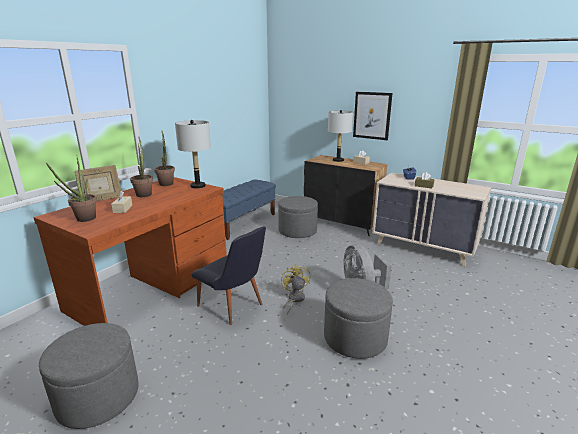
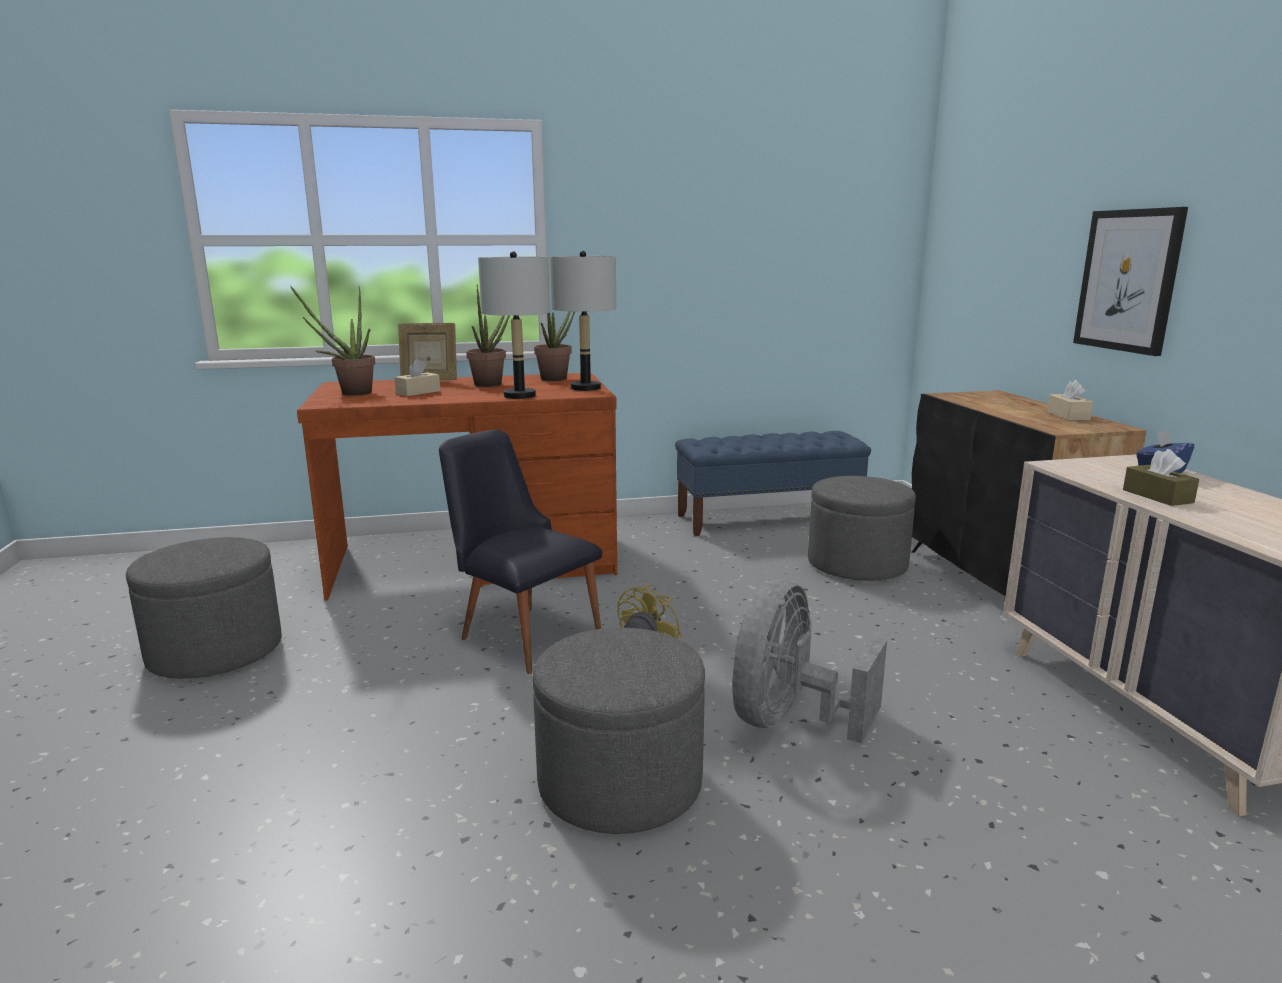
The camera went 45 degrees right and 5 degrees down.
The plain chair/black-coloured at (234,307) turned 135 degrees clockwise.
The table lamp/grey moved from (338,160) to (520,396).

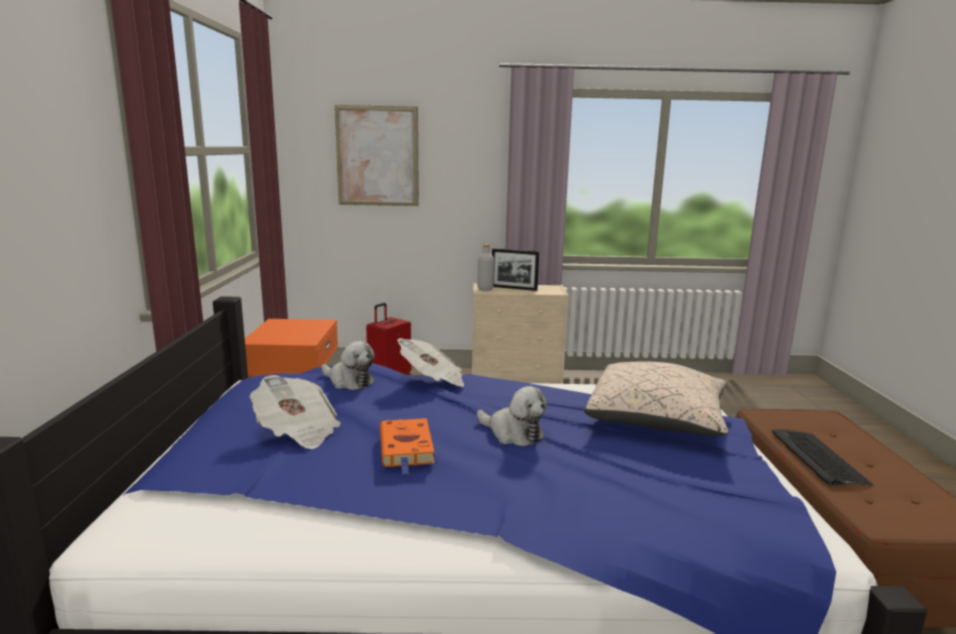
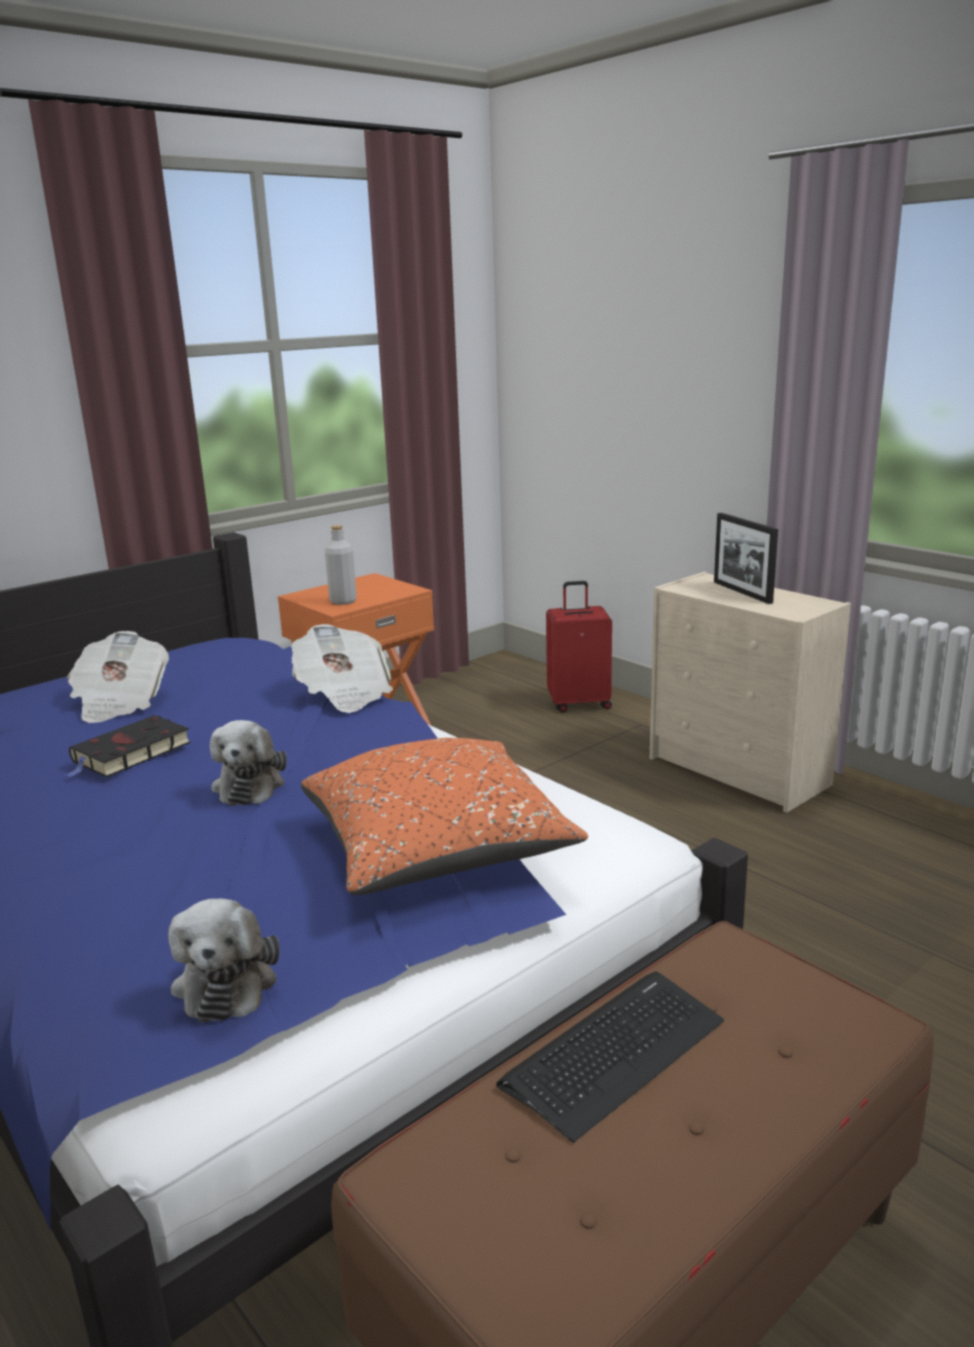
The camera went 50 degrees right and 5 degrees up.
The soft toy moved from (349,381) to (227,981).
The wall art at (377,156) disappeared.
The bound book/orange-coloured at (406,448) became the bound book/black-coloured at (129,753).
The beverage bottle/grey moved from (485,289) to (343,601).
The cushion/sand-coloured at (656,420) became the cushion/orange-coloured at (437,850).

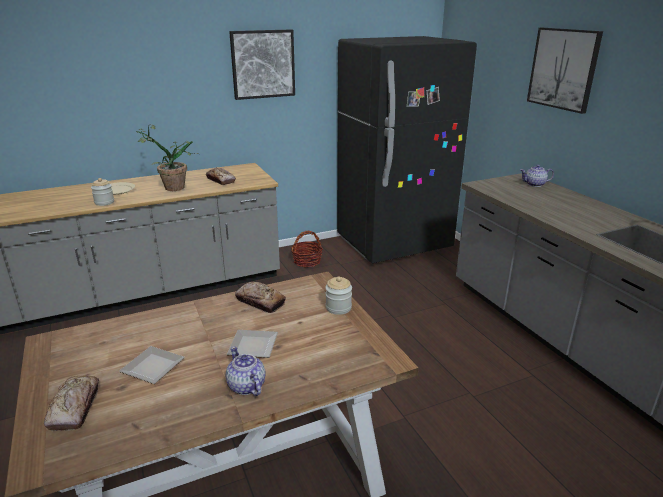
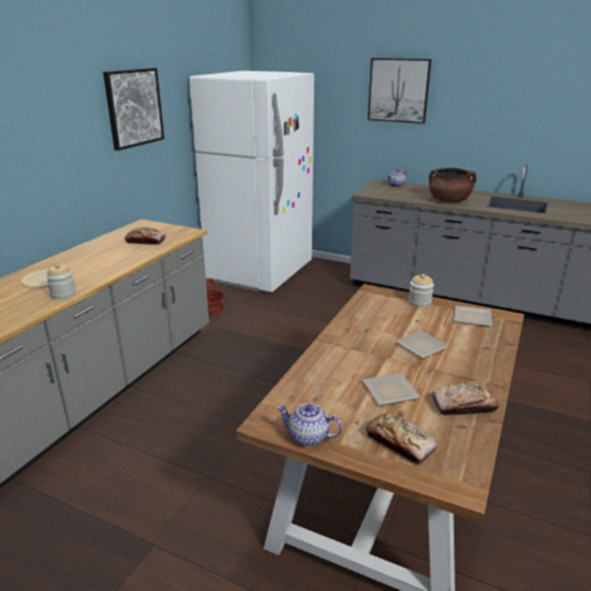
The camera went 40 degrees left and 0 degrees up.
The houseplant at (169,188) disappeared.
The teapot moved from (246,386) to (309,437).
The bread moved from (260,302) to (463,406).
The refrigerator/black-coloured at (394,243) became the refrigerator/whitish at (260,273).
The stockpot/brown at (449,201) appeared.
The dinner plate at (473,319) appeared.

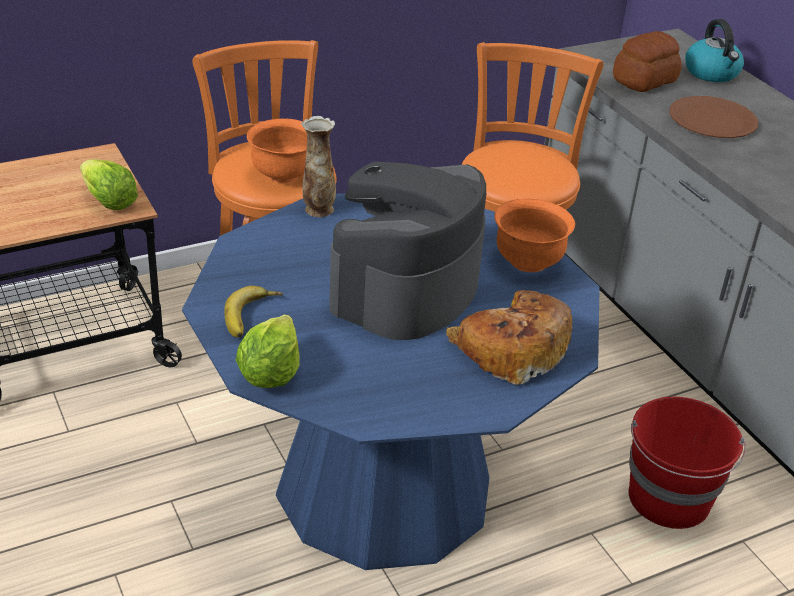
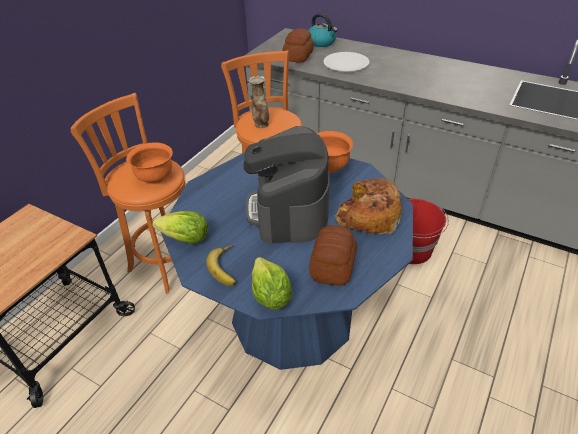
The camera went 30 degrees left and 5 degrees up.
The lettuce moved from (109,202) to (185,239).
The vase moved from (318,209) to (261,124).
The dinner plate/brown at (712,120) became the dinner plate/whitish at (346,63).
The bread at (332,267) appeared.

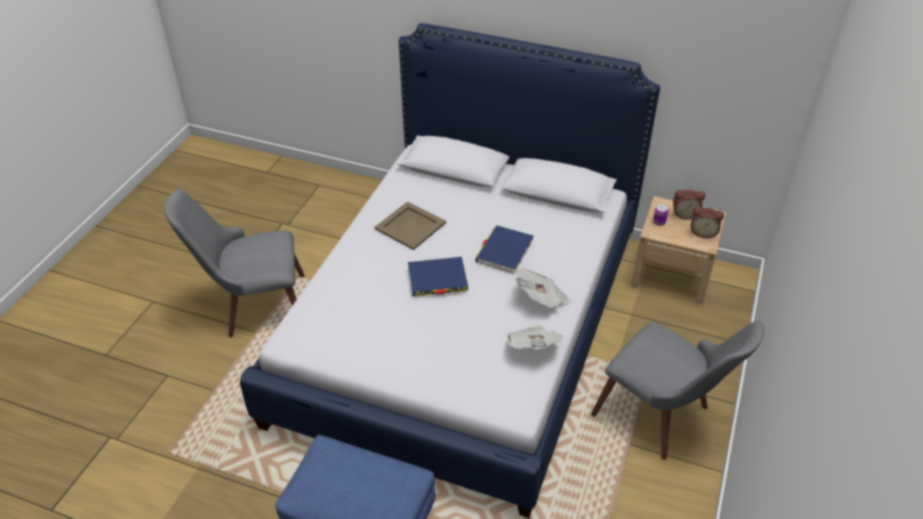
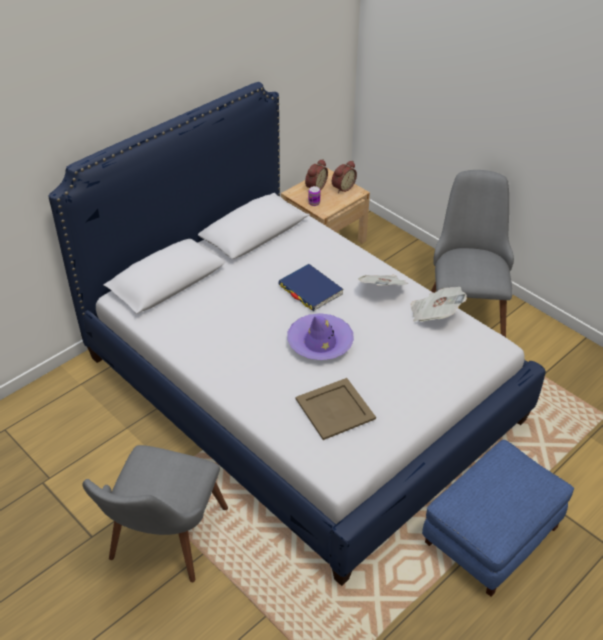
The camera went 65 degrees left and 0 degrees up.
The serving tray/sand-coloured moved from (410,226) to (336,409).
The bound book/blue at (437,279) was replaced by the wearable hat/purplish at (320,342).
The plain chair/grey at (663,418) turned 60 degrees counterclockwise.

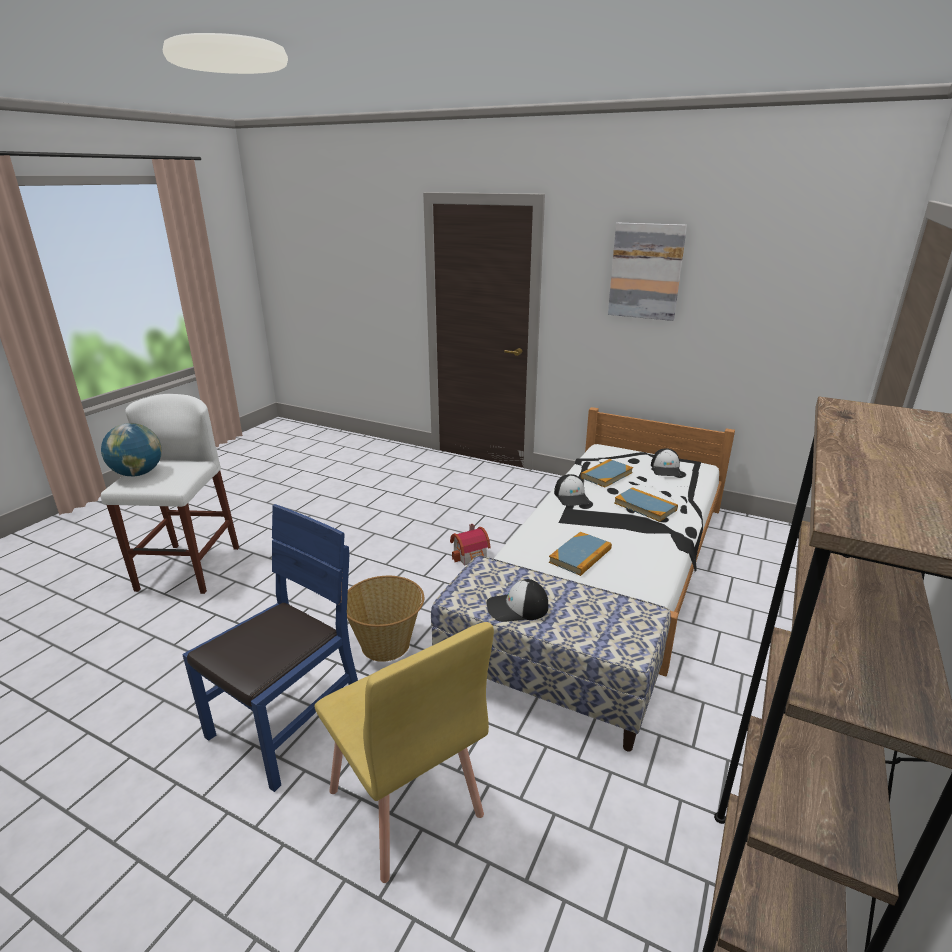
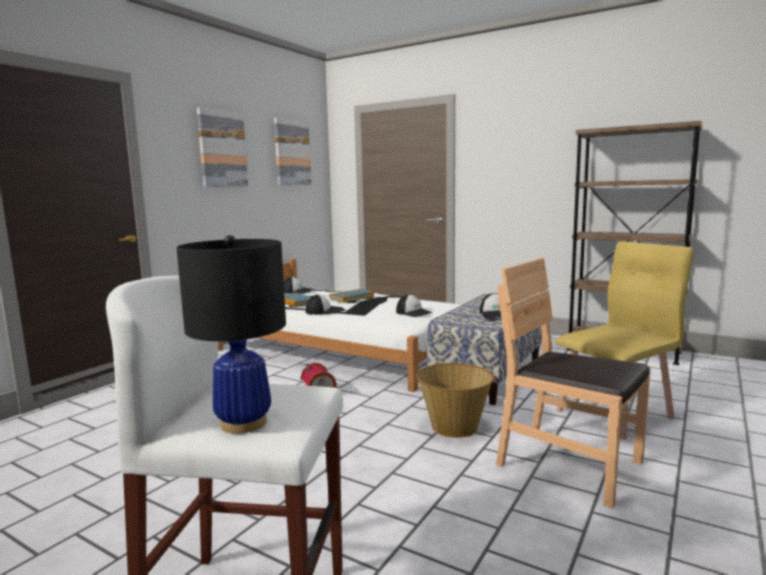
The camera went 85 degrees left and 15 degrees down.
The world globe at (138,473) was replaced by the table lamp/black-coloured at (243,423).
The plain chair/blue at (287,722) became the plain chair/brown at (569,464).
The bound book at (580,556) was replaced by the peaked cap at (414,313).
The wall art at (292,153) appeared.

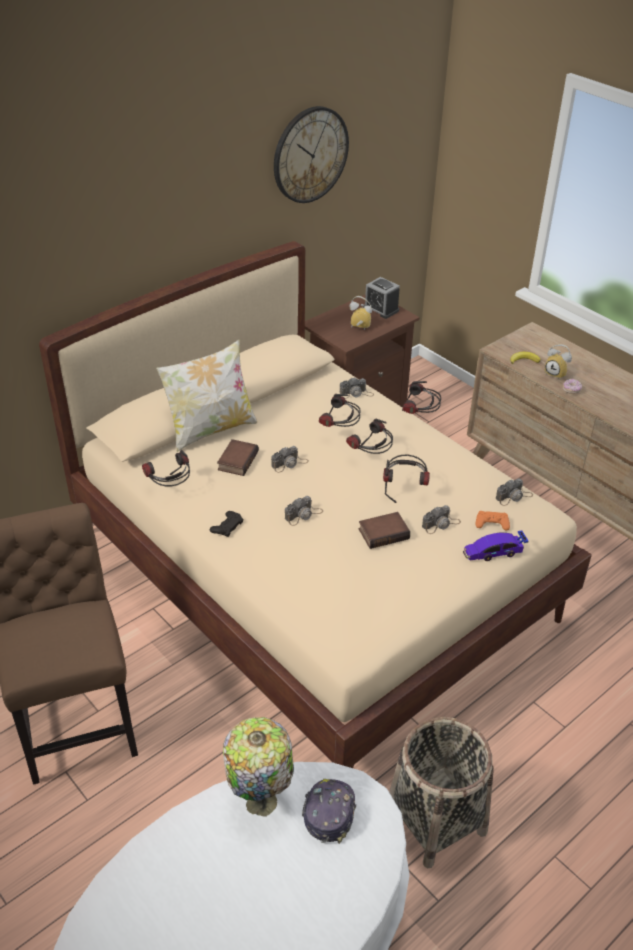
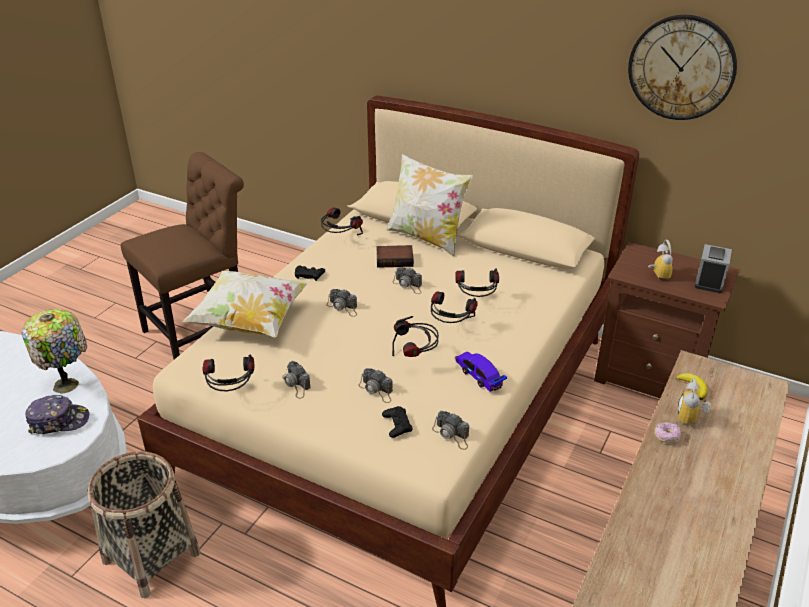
The camera went 70 degrees right and 5 degrees down.
The still camera moved from (356,393) to (296,384).
The bound book at (384,533) disappeared.
The pair of headphones moved from (419,418) to (231,393).
The model car moved from (493,552) to (479,375).
The joypad/orange-coloured at (492,523) became the joypad/black-coloured at (397,425).
The cushion at (250,321) appeared.

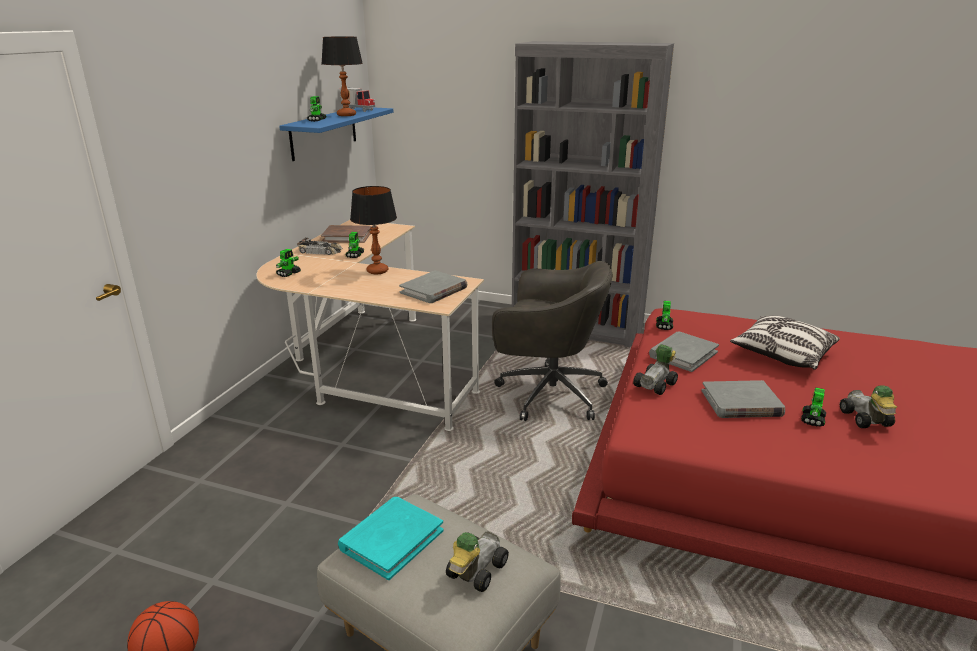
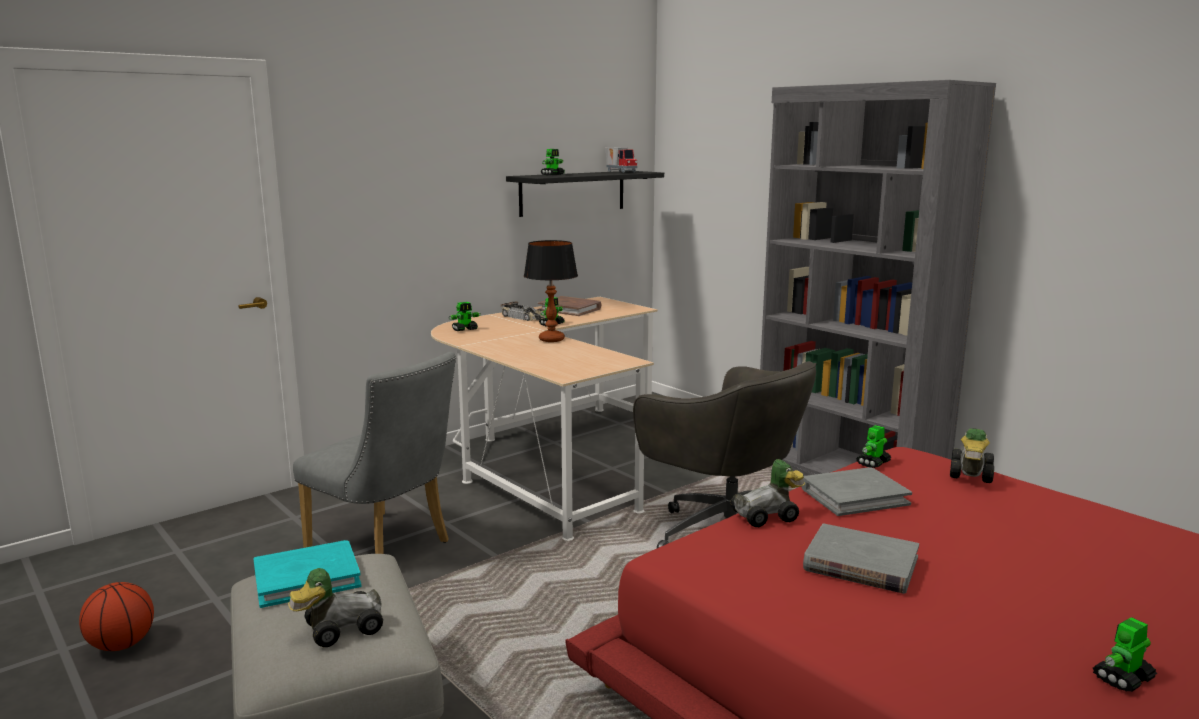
The camera went 30 degrees right and 10 degrees down.
The shelf/blue at (324,132) became the shelf/black-coloured at (573,193).
The table lamp at (346,115) disappeared.
The bound book/grey at (434,290) disappeared.
The cushion at (782,354) disappeared.
The toy robot moved from (812,419) to (1122,678).
The model car moved from (865,420) to (969,475).
The plain chair/grey at (386,548) appeared.

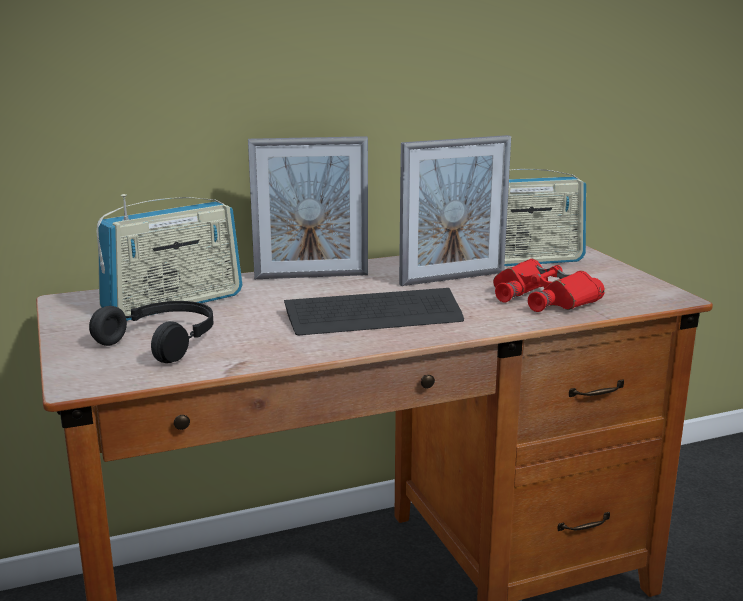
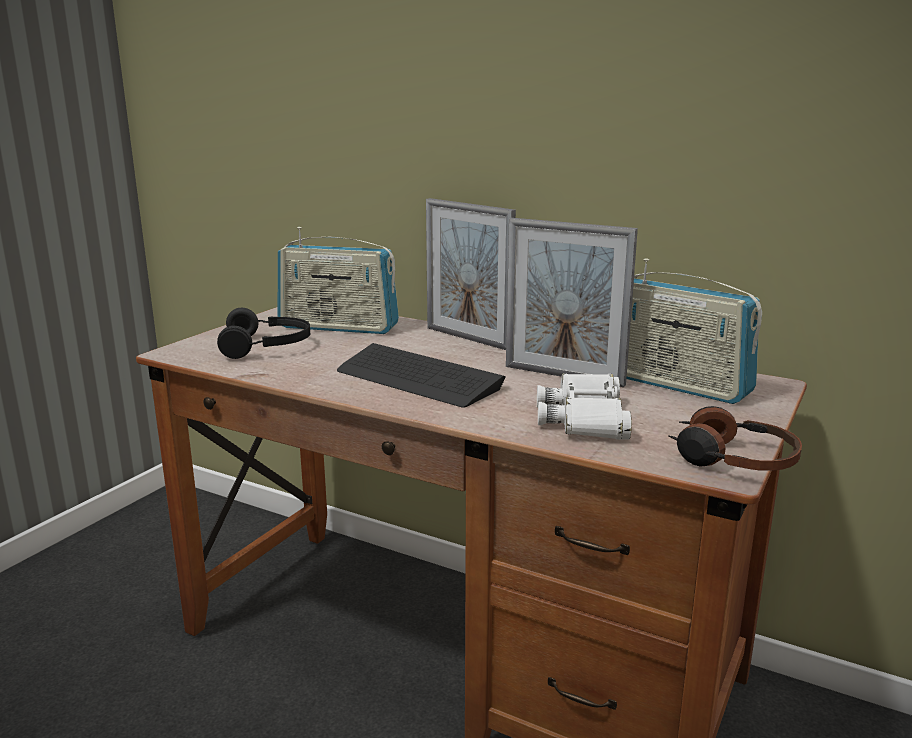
The camera went 50 degrees right and 0 degrees up.
The pair of binoculars/reddish at (542,298) became the pair of binoculars/whitish at (585,418).
The pair of headphones at (732,459) appeared.

